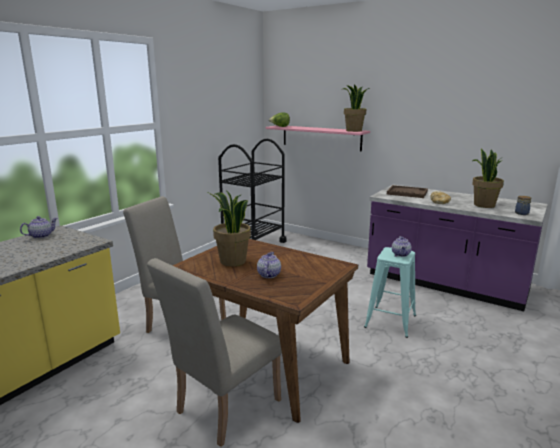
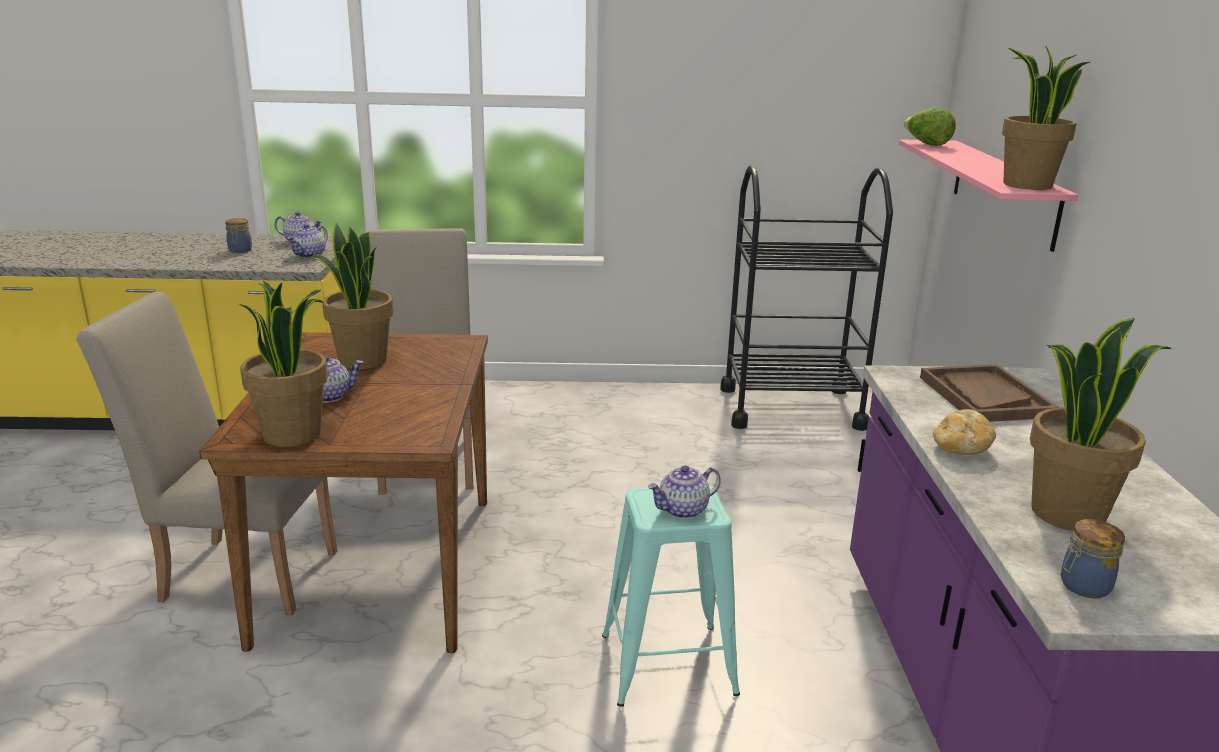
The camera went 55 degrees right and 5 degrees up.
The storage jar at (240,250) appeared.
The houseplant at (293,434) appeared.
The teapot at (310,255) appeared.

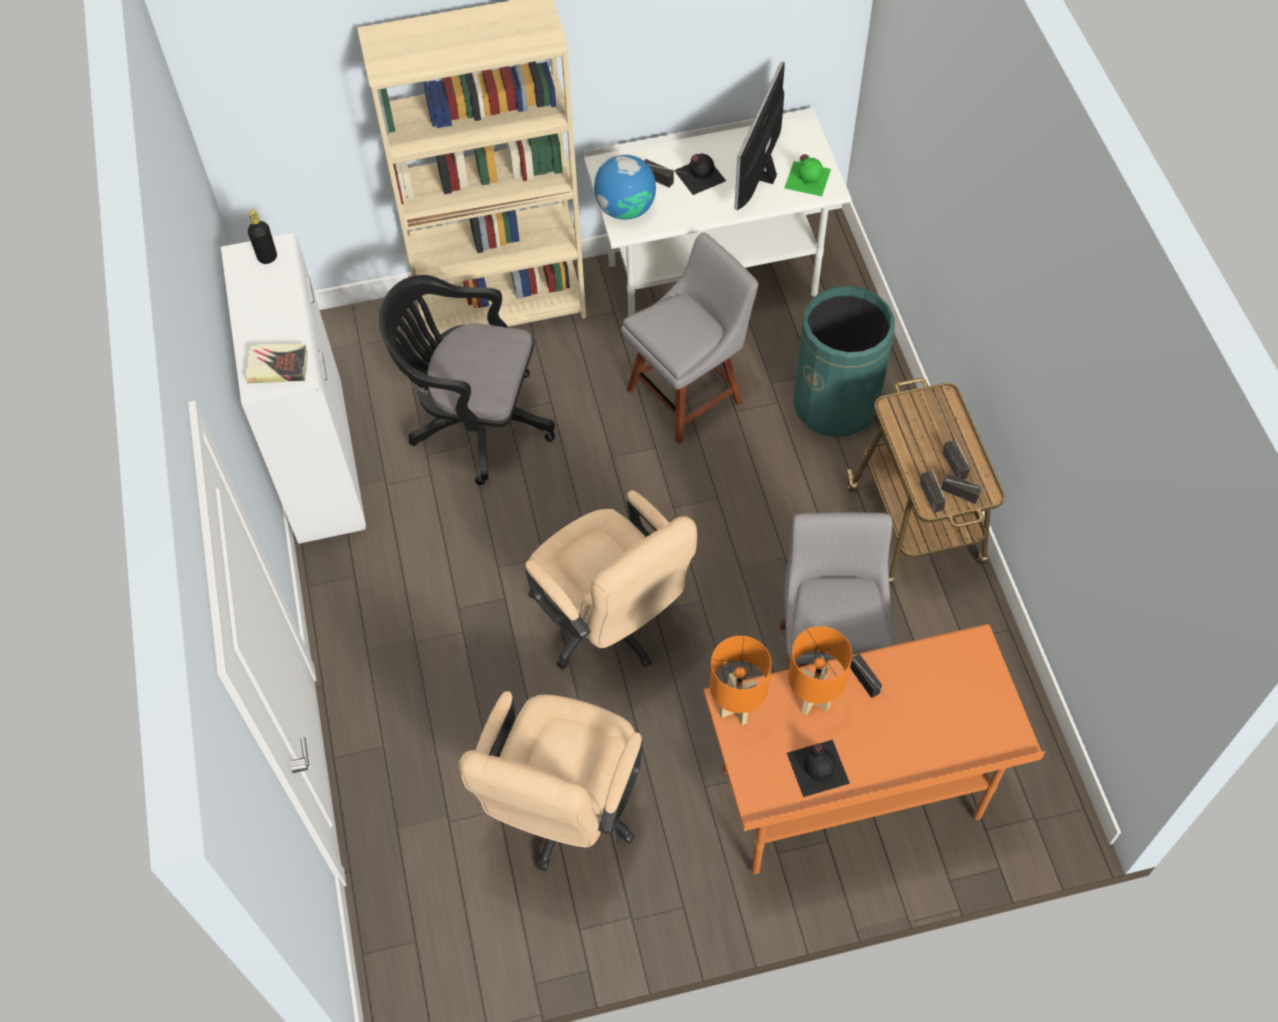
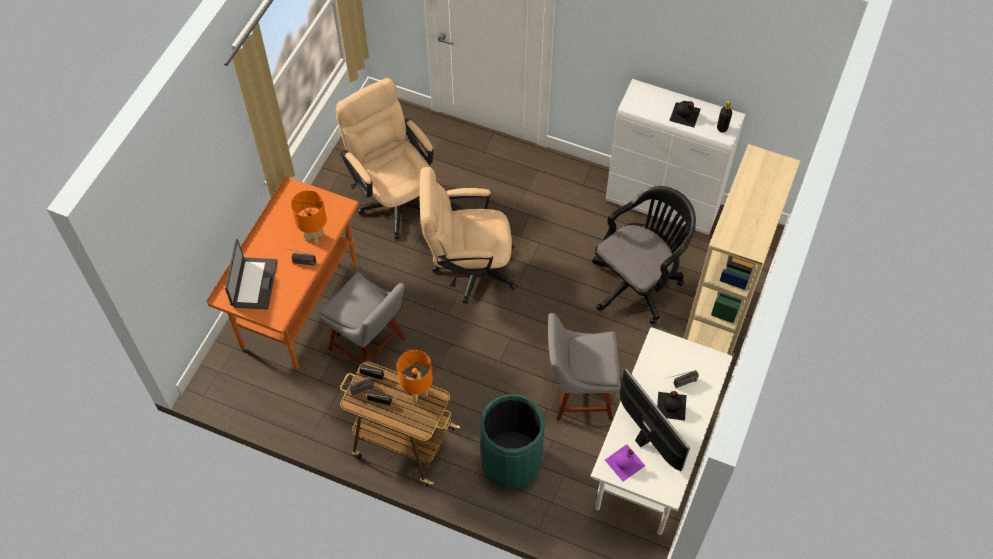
The camera went 125 degrees right and 0 degrees up.
The bound book at (277,366) disappeared.
The world globe at (625,208) disappeared.
The plain chair/grey at (688,393) turned 90 degrees clockwise.
The table lamp/orange-coloured moved from (736,709) to (417,393).
The beverage bottle/greenish at (807,177) became the beverage bottle/purplish at (625,462).
The beverage bottle/black-coloured moved from (818,767) to (685,115).
The portable computer at (254,283) appeared.

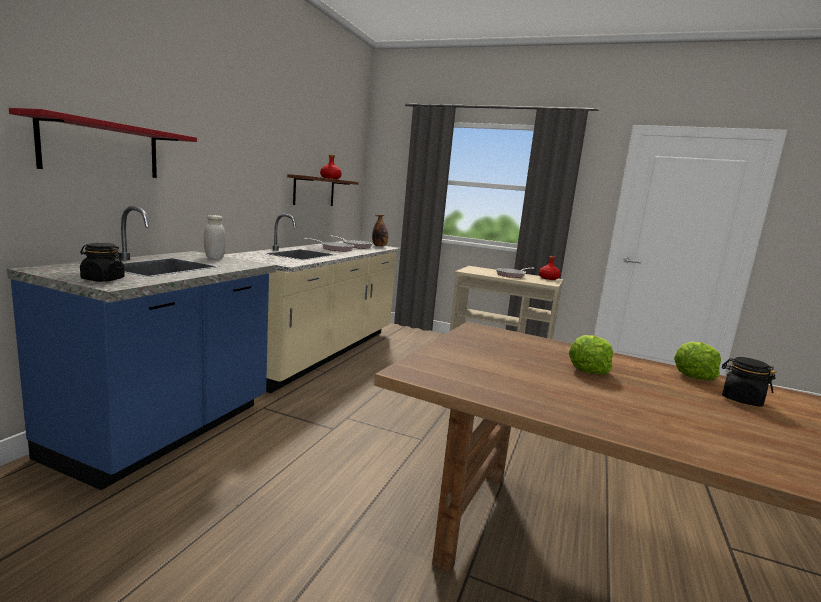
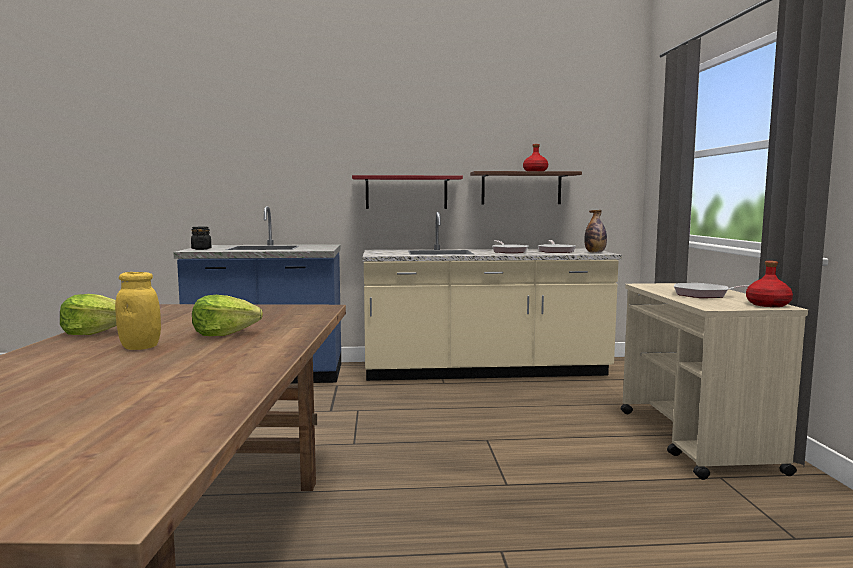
The camera went 65 degrees right and 5 degrees down.
The shelf/reddish moved from (101,149) to (406,192).
The storage jar/whitish at (214,258) disappeared.
The lettuce moved from (692,374) to (95,333).
The storage jar/black-coloured at (741,399) disappeared.
The storage jar/yellow-coloured at (140,347) appeared.

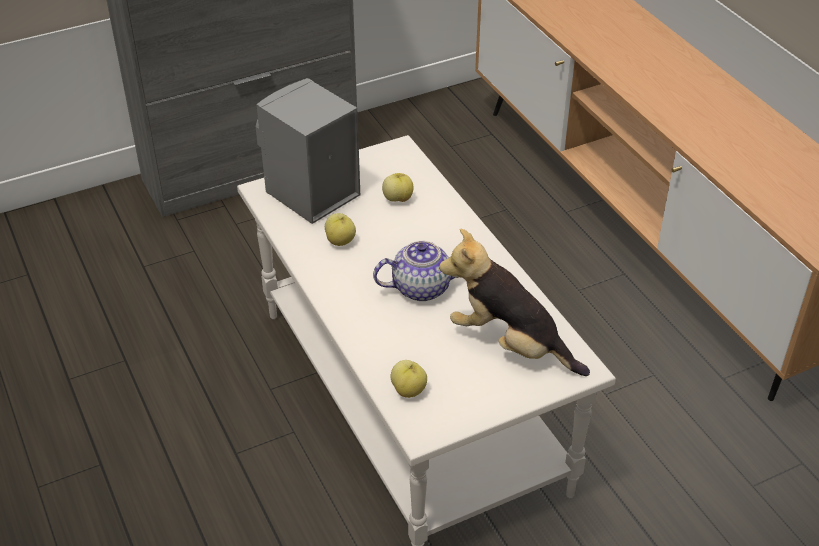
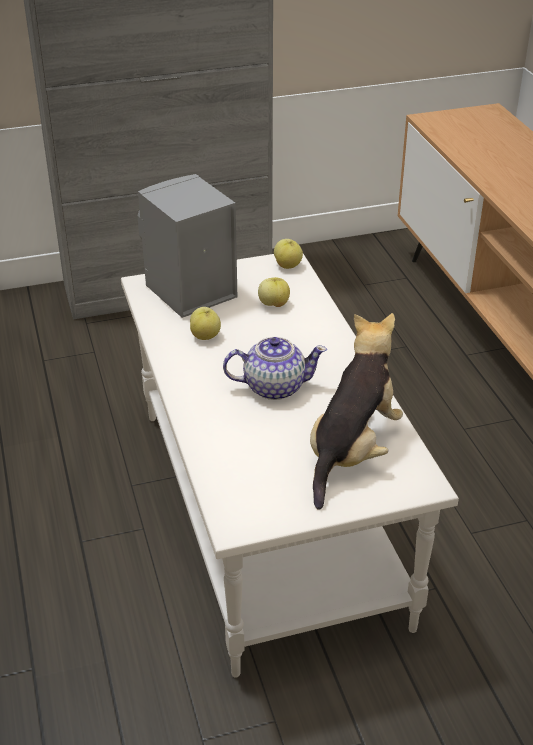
The camera went 10 degrees right and 5 degrees down.
The apple moved from (409,390) to (288,265).
The soft toy at (510,344) turned 75 degrees clockwise.

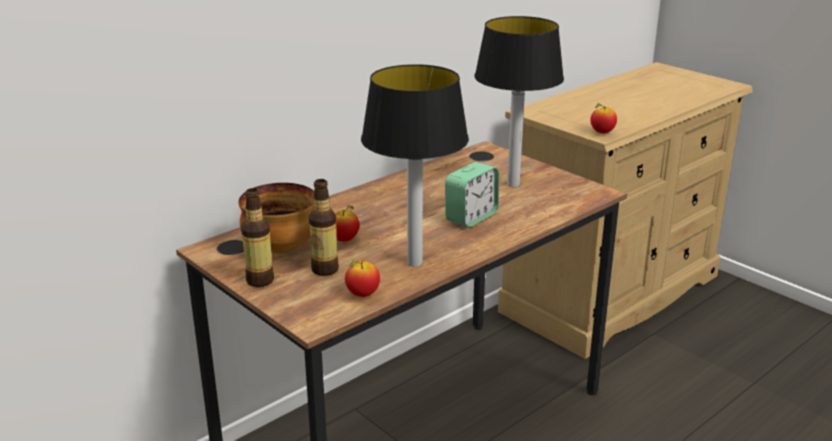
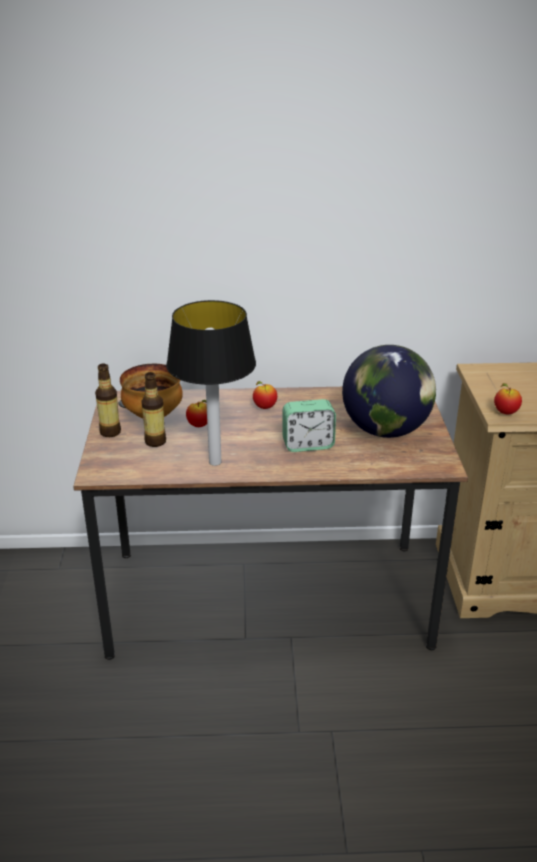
The camera went 40 degrees right and 5 degrees up.
The apple moved from (362,294) to (265,407).
The table lamp at (513,184) was replaced by the world globe at (386,430).

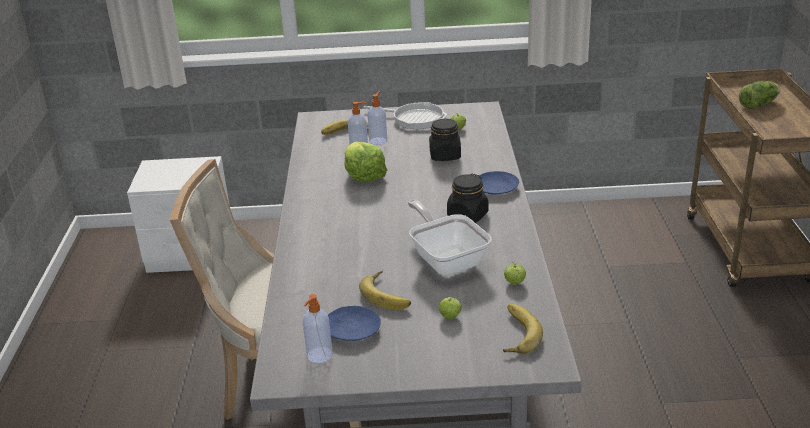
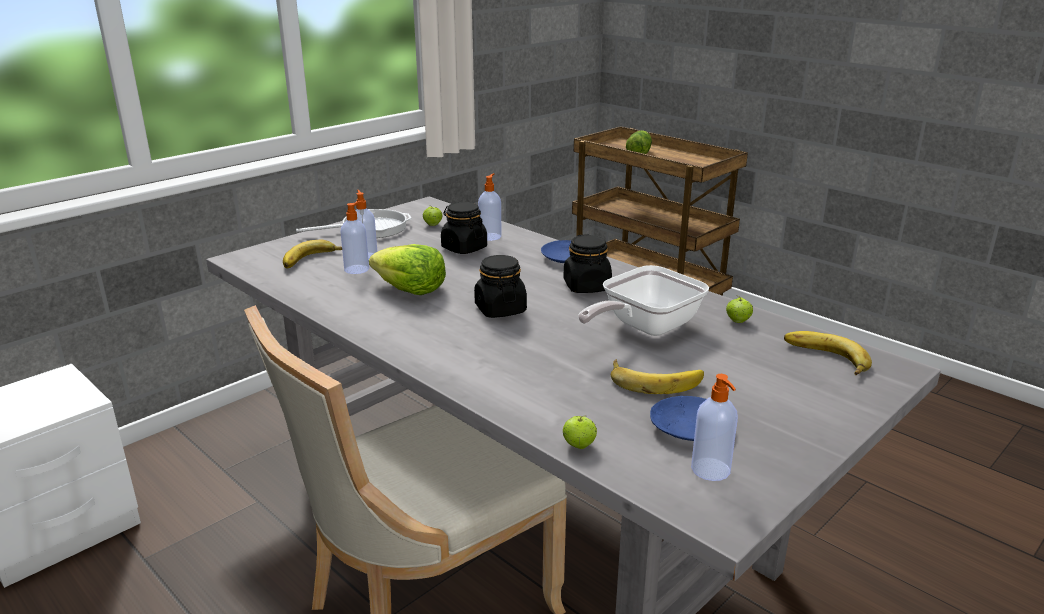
The camera went 45 degrees left and 5 degrees down.
The frying pan at (446,259) turned 60 degrees counterclockwise.
The apple moved from (450,316) to (579,445).
The storage jar/black-coloured at (500,309) appeared.
The liquid soap bottle at (490,236) appeared.

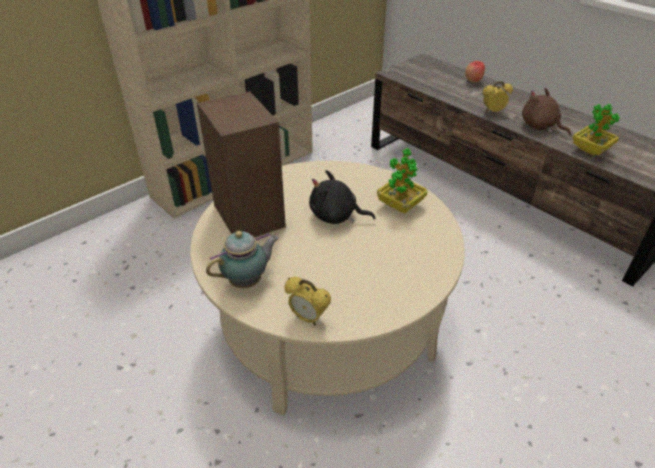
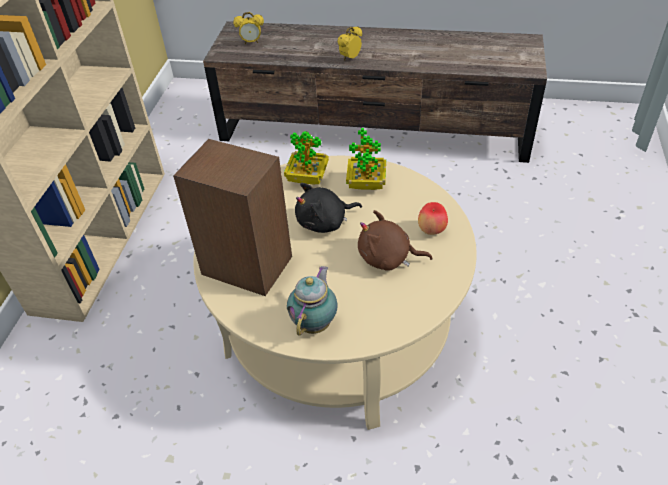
The camera went 35 degrees left and 5 degrees up.
The table clock moved from (308,318) to (251,42).
The apple moved from (473,81) to (431,231).
The soft toy/brown moved from (540,126) to (388,258).
The houseplant moved from (590,150) to (307,178).

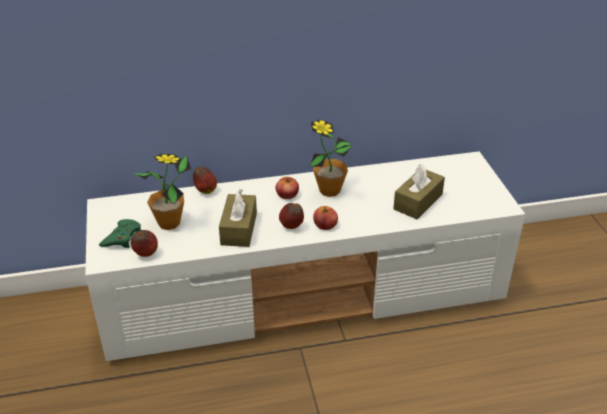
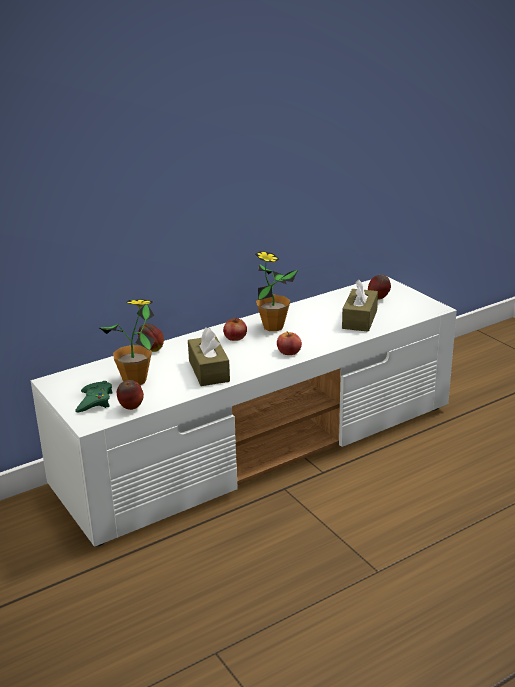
The camera went 20 degrees left and 10 degrees down.
The apple moved from (292,227) to (378,299).

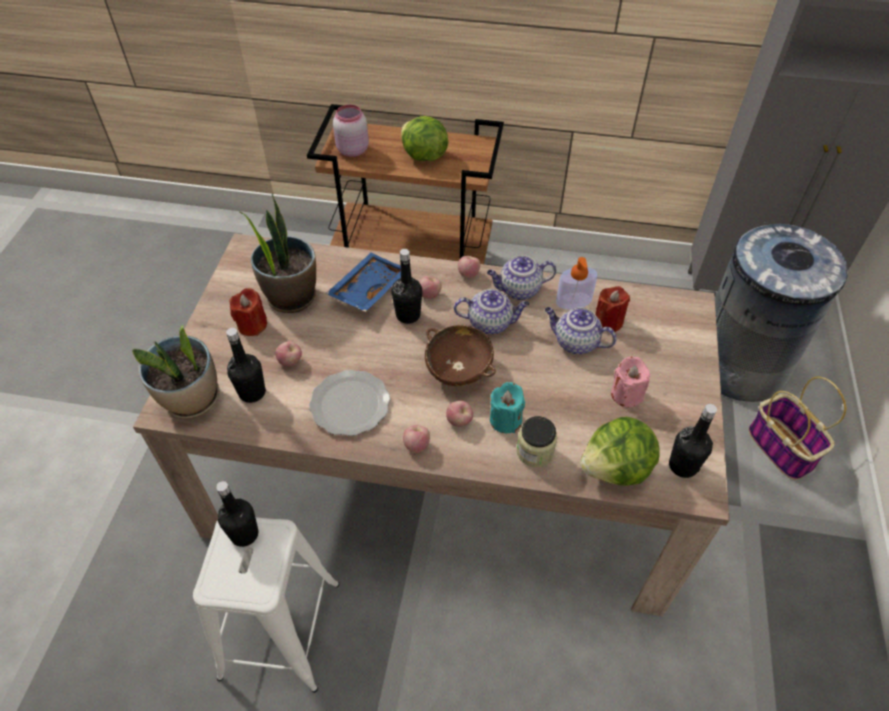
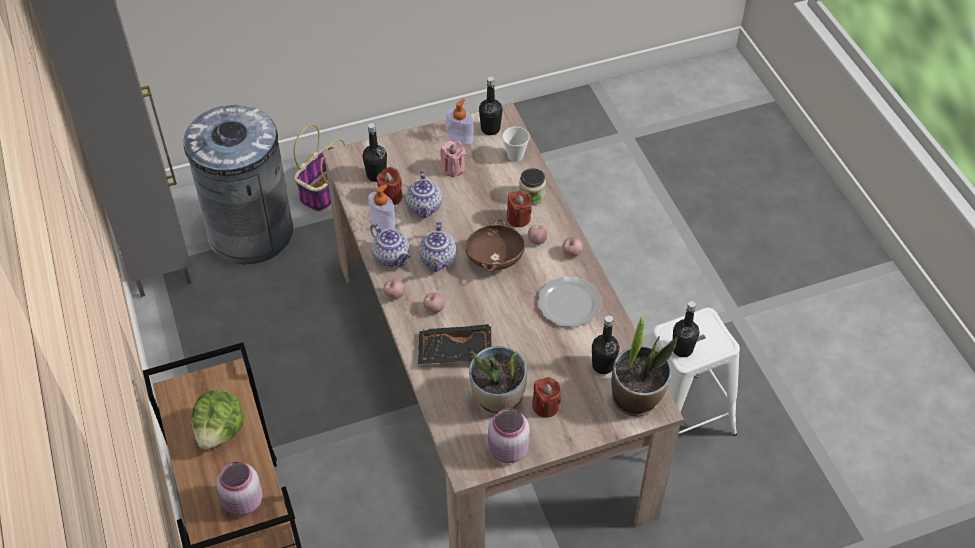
The camera went 120 degrees left and 0 degrees up.
The apple at (290,361) disappeared.
The serving tray/blue at (367,288) became the serving tray/black-coloured at (455,352).
The beverage bottle/black-coloured moved from (408,315) to (376,175).
The teapot at (491,323) turned 150 degrees counterclockwise.
The wax light/turquoise-coloured at (505,420) became the wax light/reddish at (518,218).
The lettuce at (616,469) was replaced by the small cup at (515,156).
The liquid soap bottle at (460,137) appeared.
The storage jar/pink at (507,451) appeared.

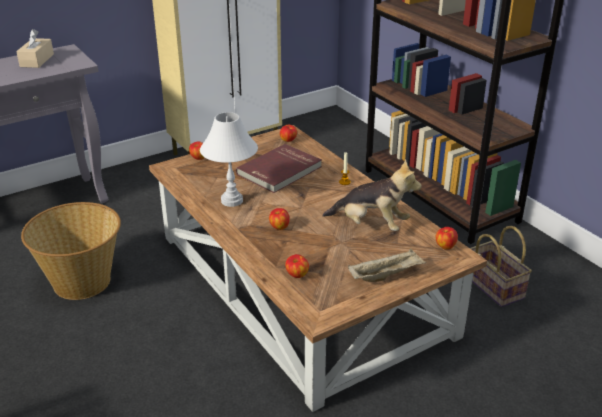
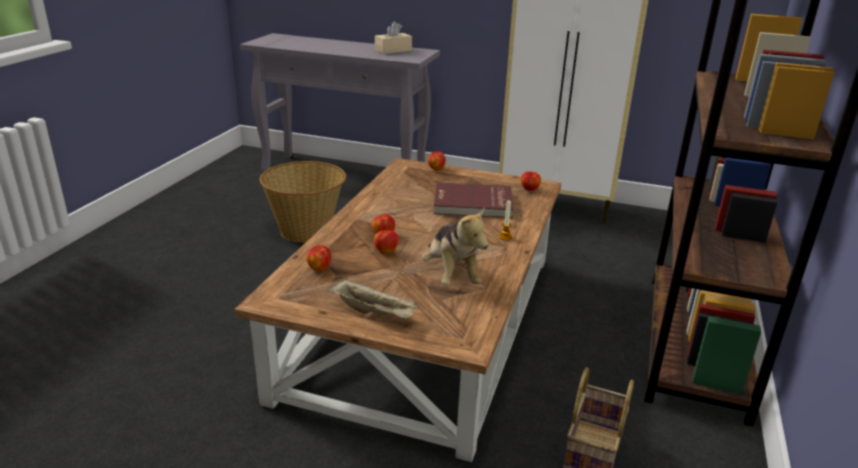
The camera went 50 degrees right and 5 degrees down.
The table lamp/whitish at (231,201) disappeared.
The apple moved from (445,246) to (386,251).

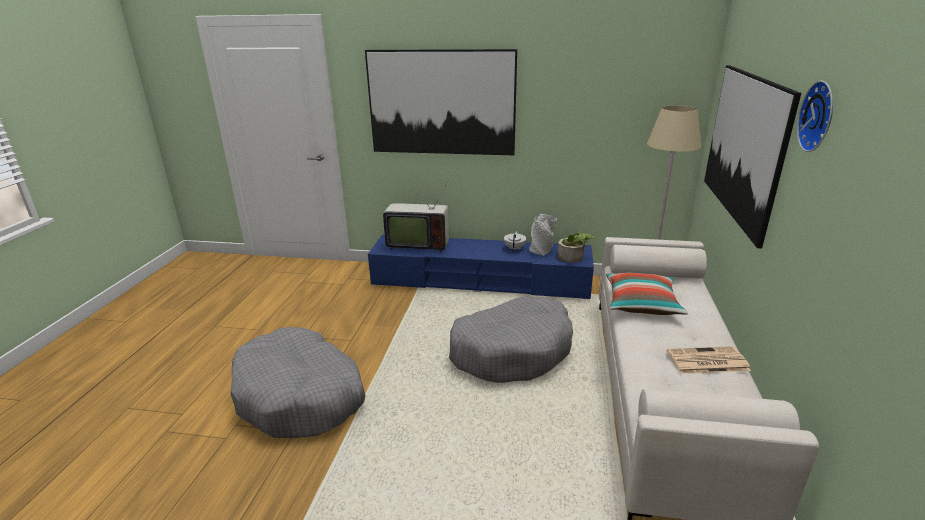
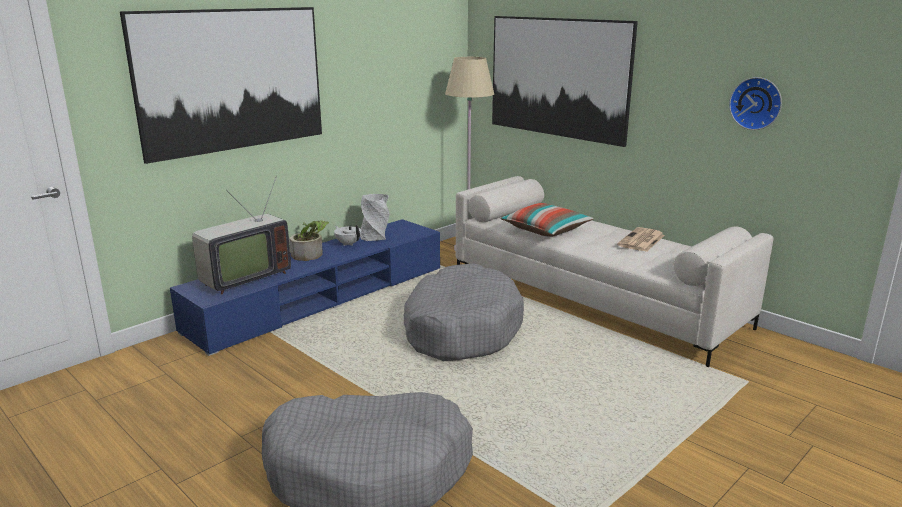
The camera went 55 degrees left and 5 degrees down.
The houseplant moved from (574,257) to (311,254).
The clock on the wall moved from (820,116) to (756,103).

